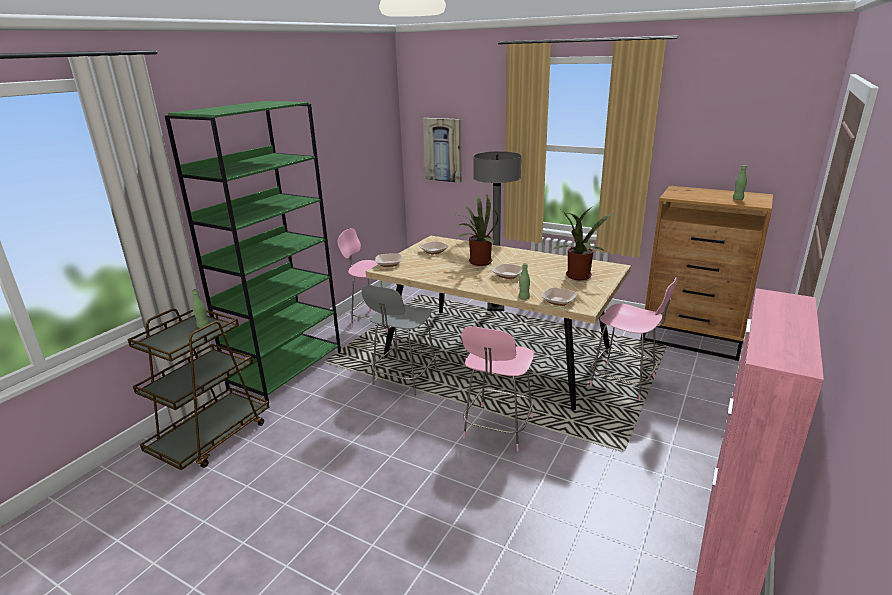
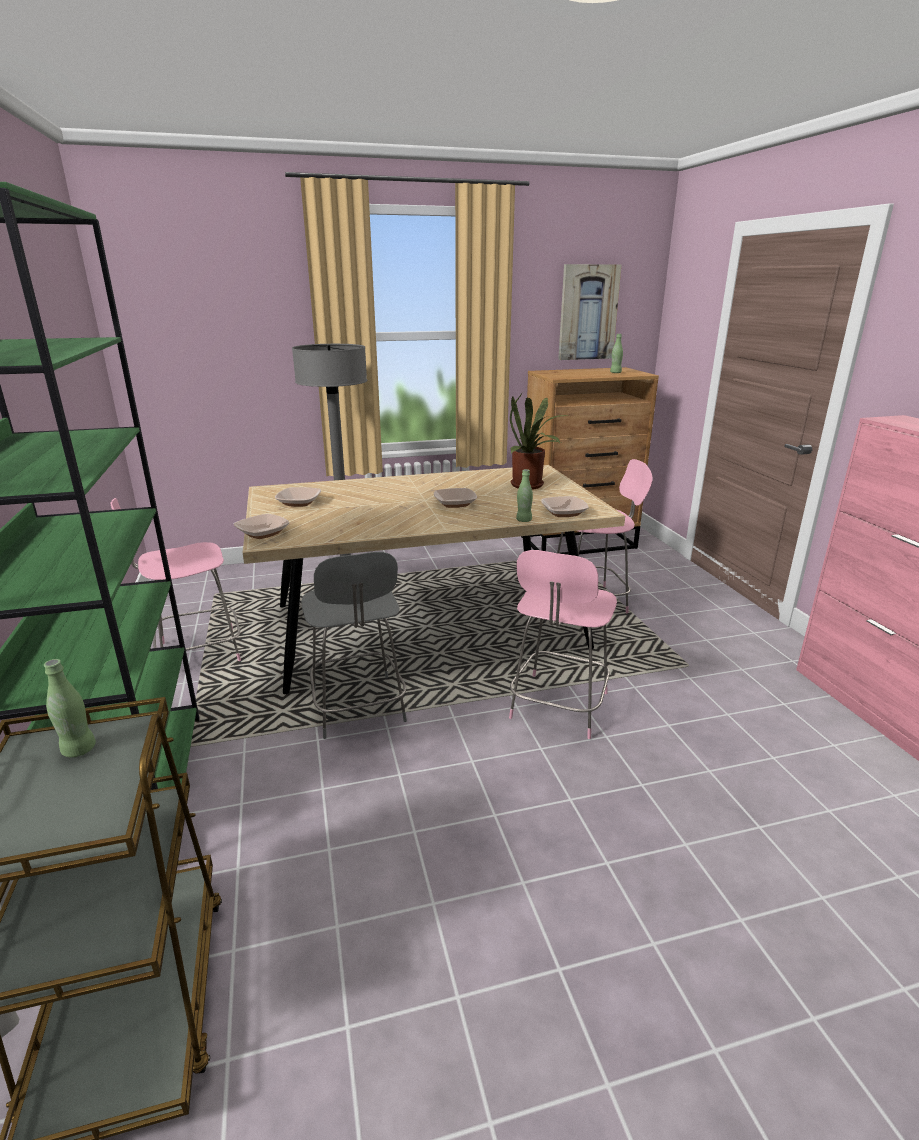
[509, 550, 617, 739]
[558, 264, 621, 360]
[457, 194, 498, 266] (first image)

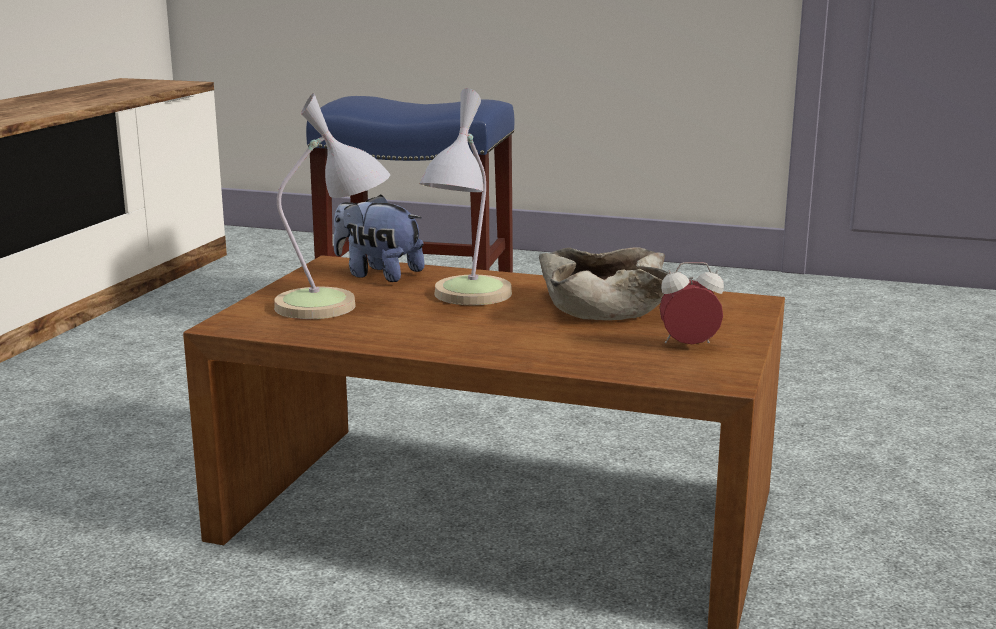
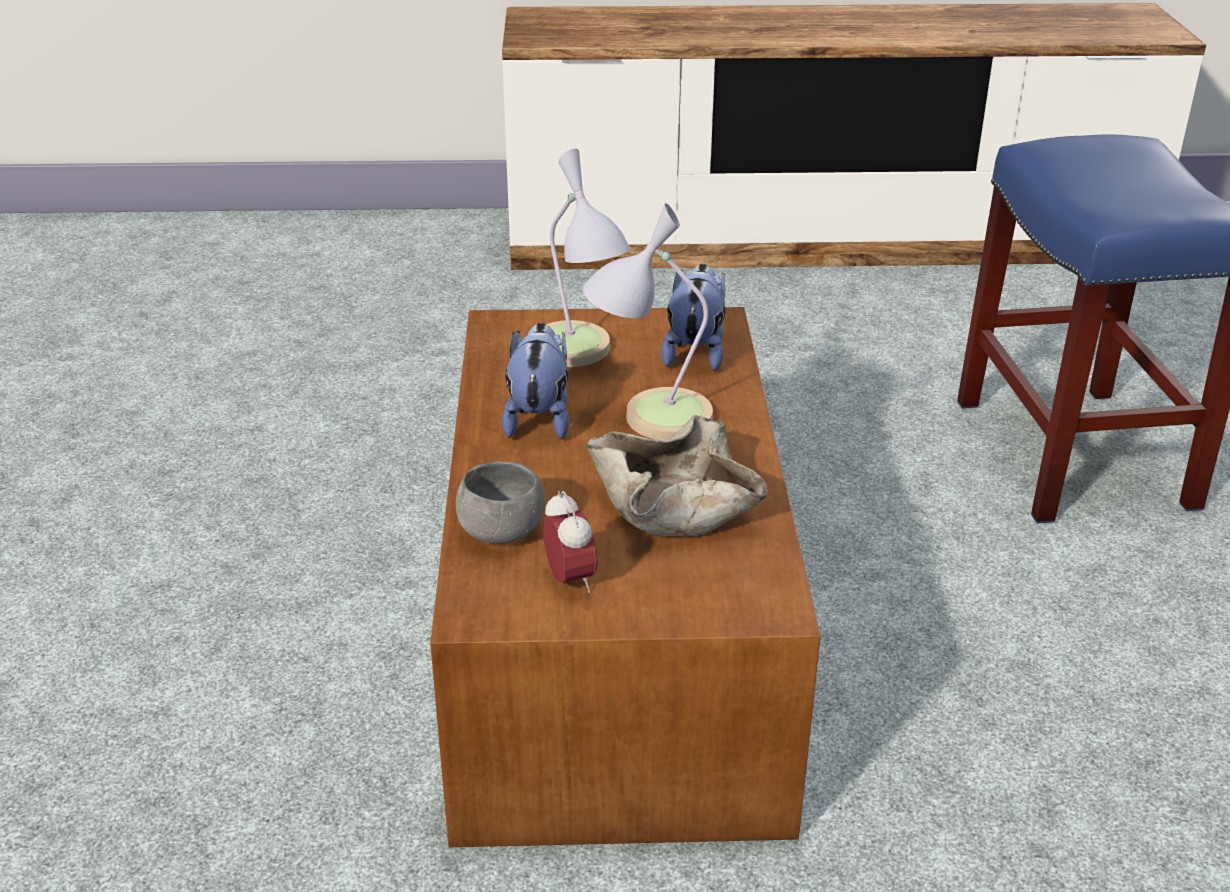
[456, 461, 545, 544]
[502, 323, 569, 439]

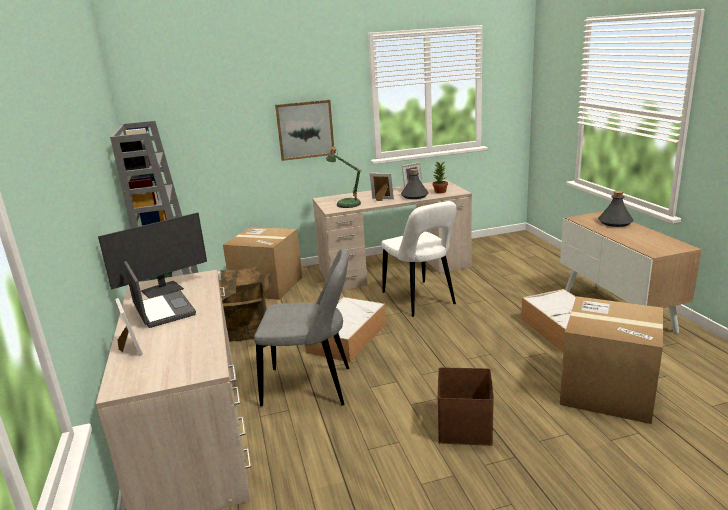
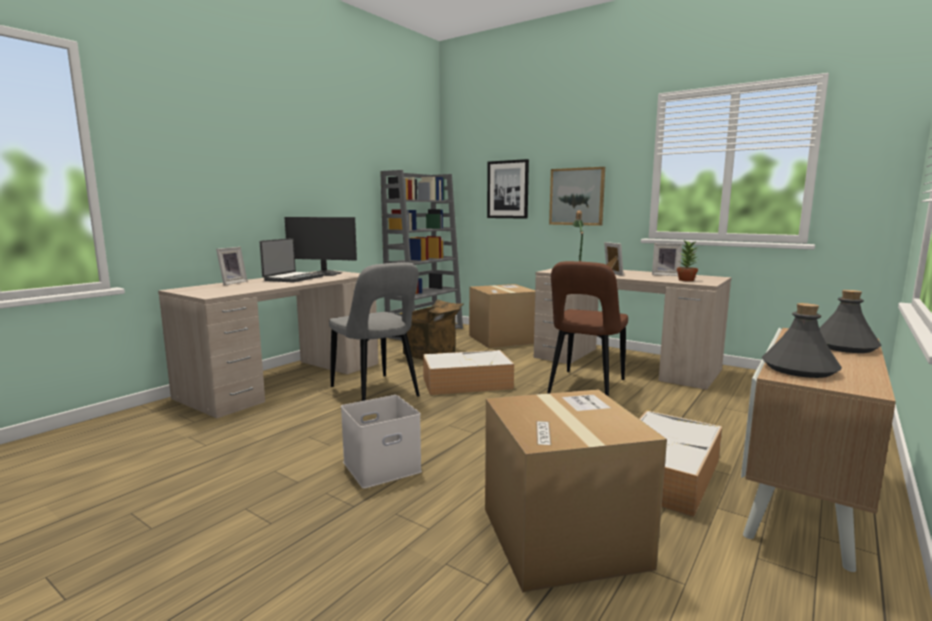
[341, 395, 422, 489]
[487, 159, 529, 219]
[547, 261, 628, 397]
[762, 303, 842, 378]

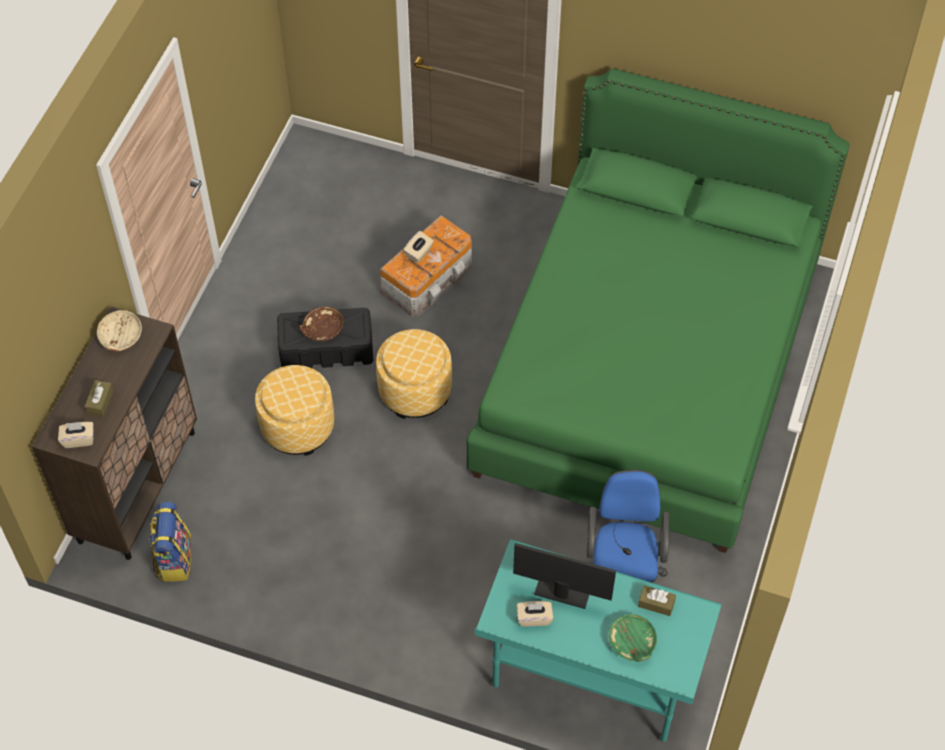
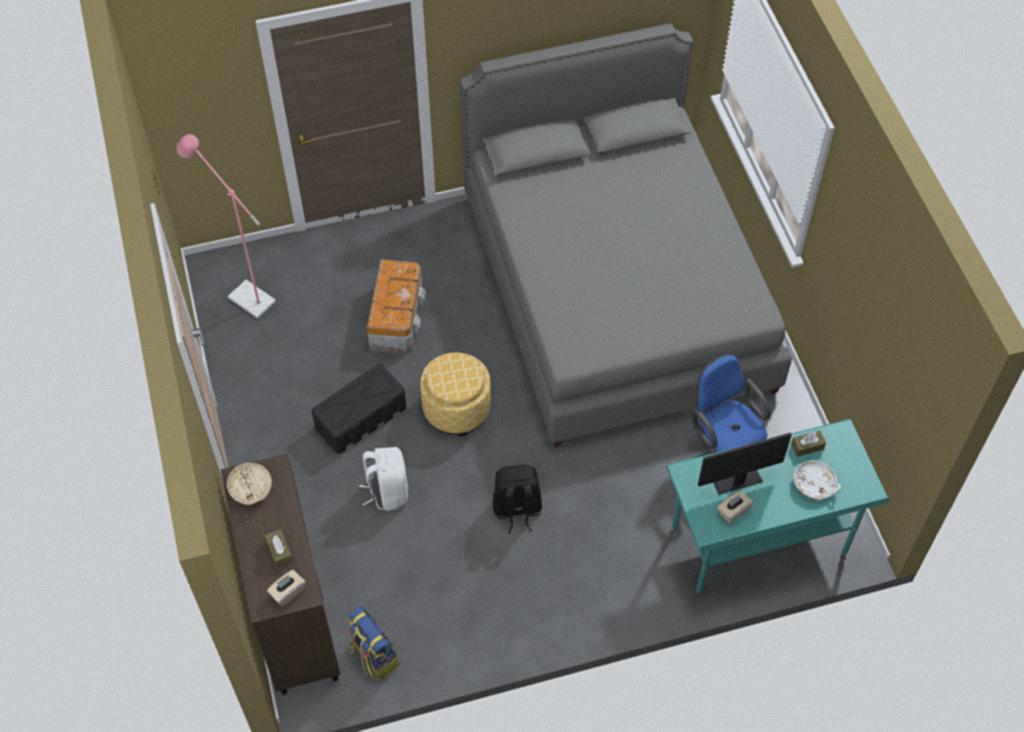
[176, 134, 276, 319]
[359, 447, 408, 511]
[460, 23, 792, 447]
[493, 465, 542, 534]
[794, 461, 841, 499]
[299, 306, 343, 341] (first image)
[403, 231, 434, 263] (first image)

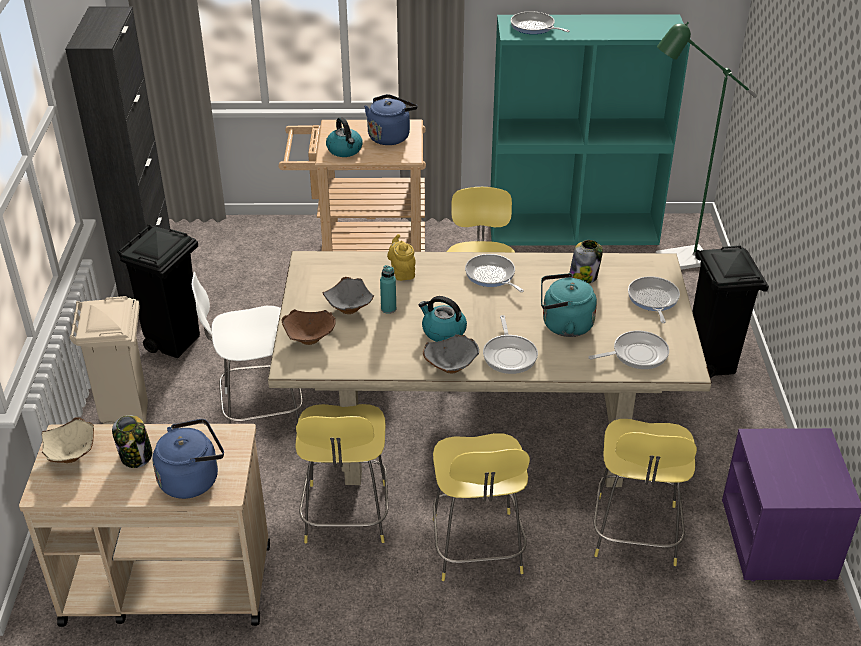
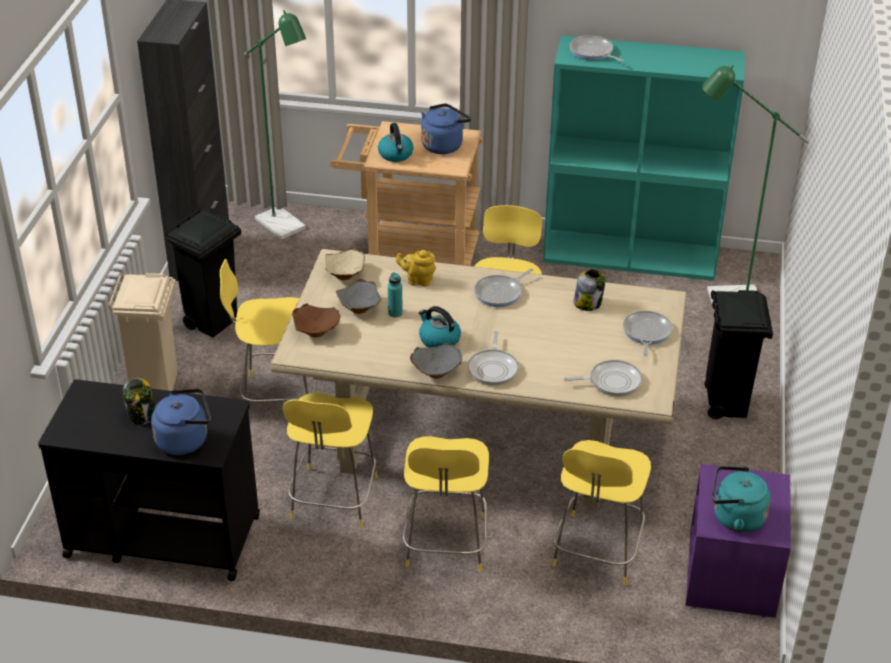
[38, 379, 260, 581]
[220, 259, 317, 402]
[244, 10, 306, 239]
[325, 247, 365, 280]
[396, 250, 436, 286]
[474, 268, 534, 307]
[712, 466, 771, 533]

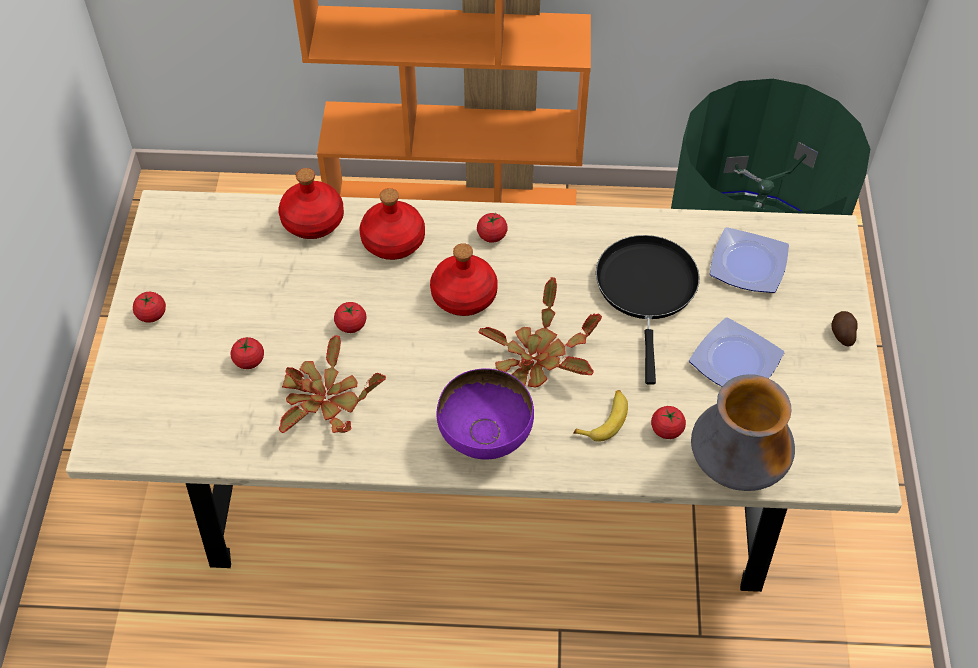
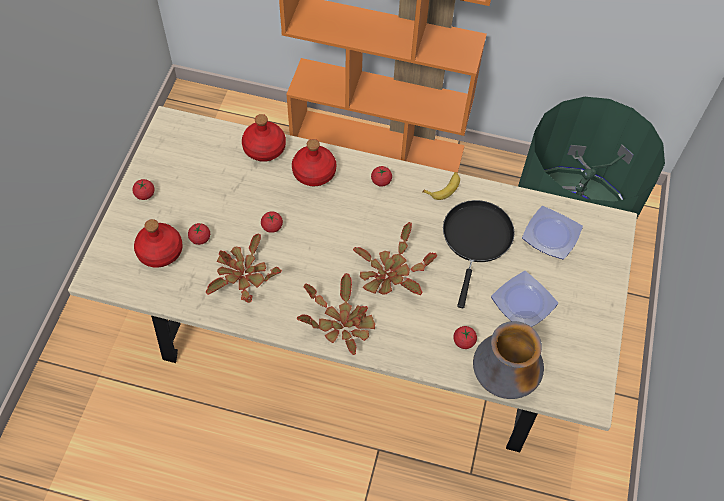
[134, 219, 183, 268]
[297, 273, 375, 355]
[422, 172, 460, 200]
[831, 311, 858, 347] (first image)

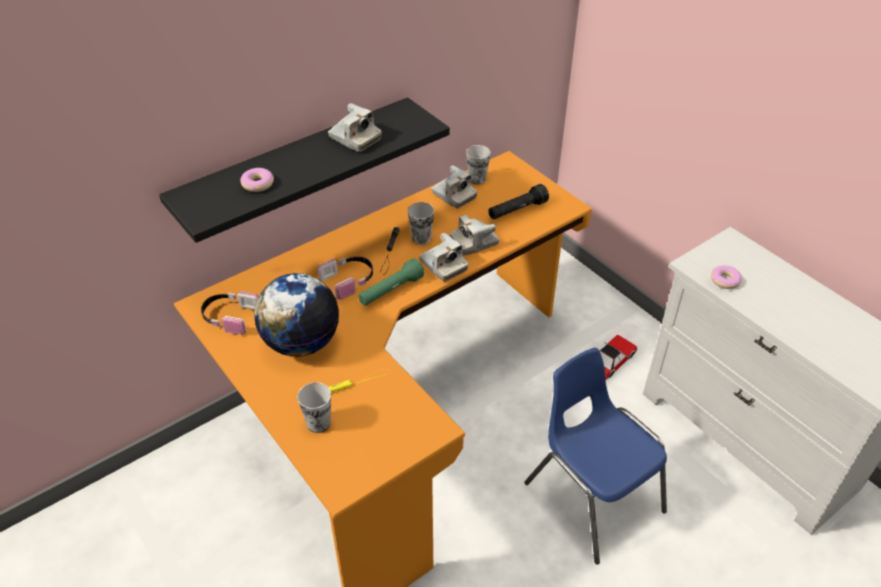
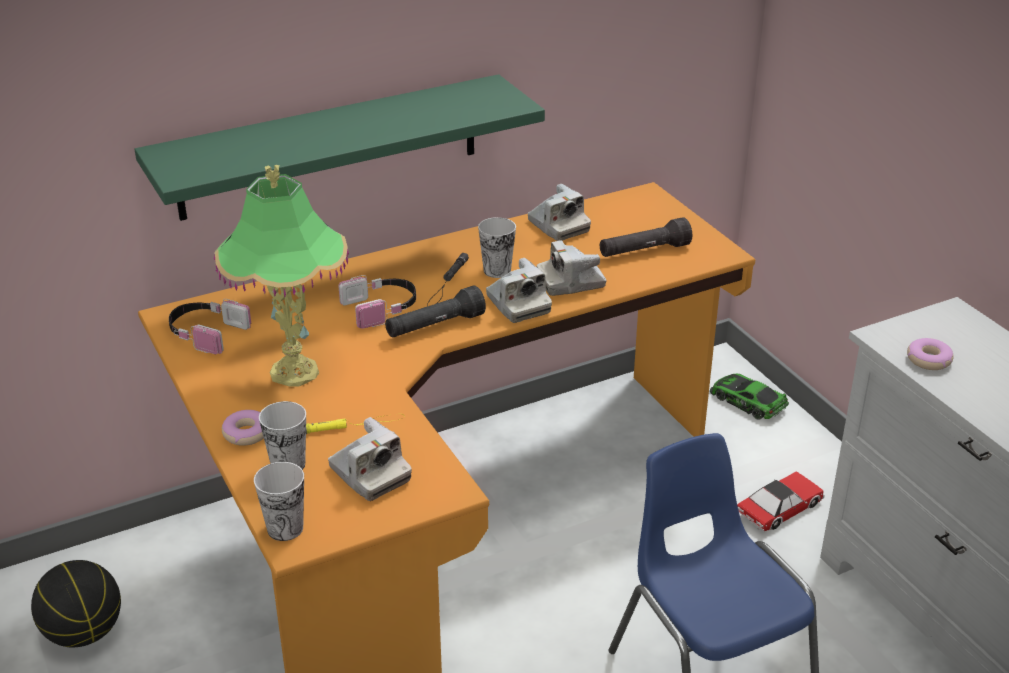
[31, 560, 121, 647]
[134, 74, 545, 221]
[214, 165, 349, 386]
[222, 410, 264, 446]
[254, 462, 304, 541]
[328, 417, 412, 501]
[385, 285, 486, 337]
[710, 374, 789, 420]

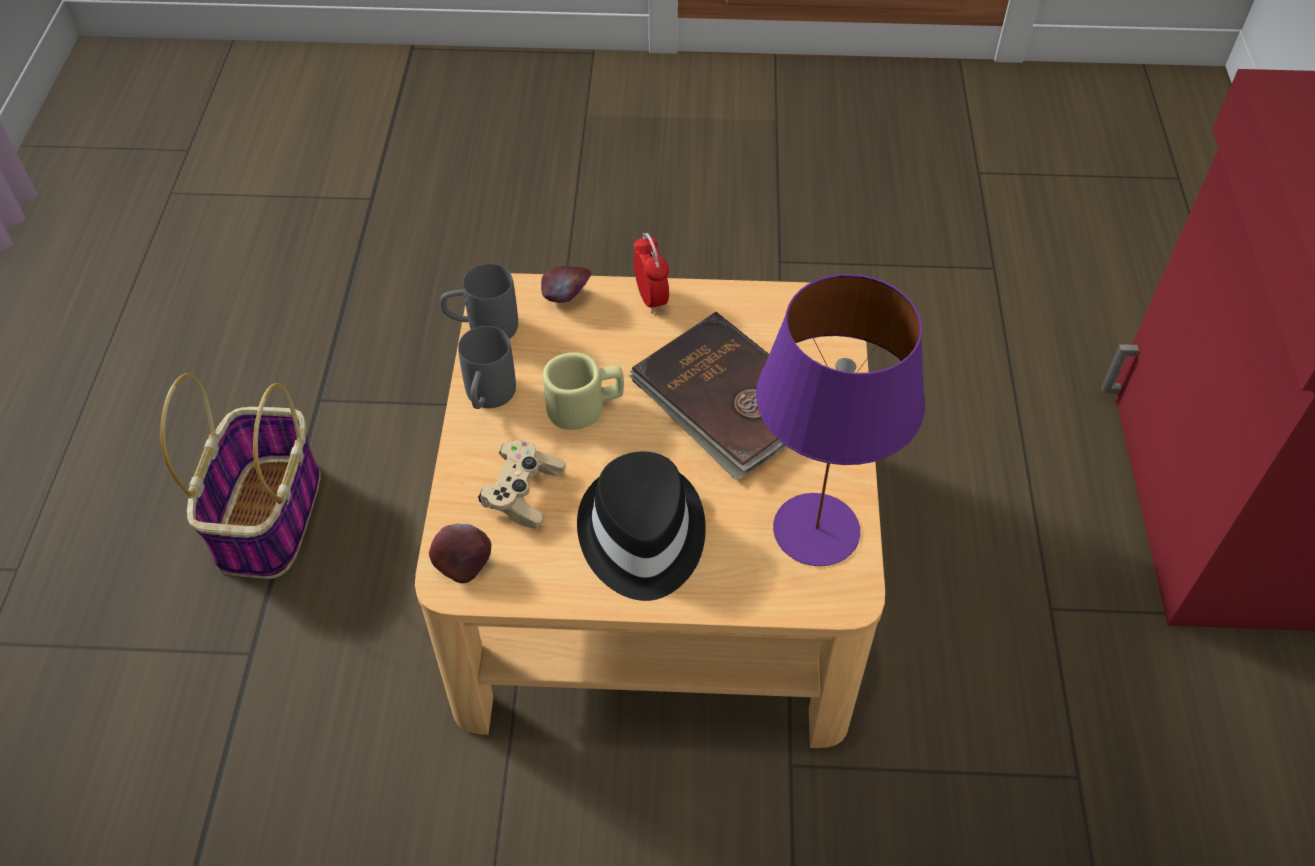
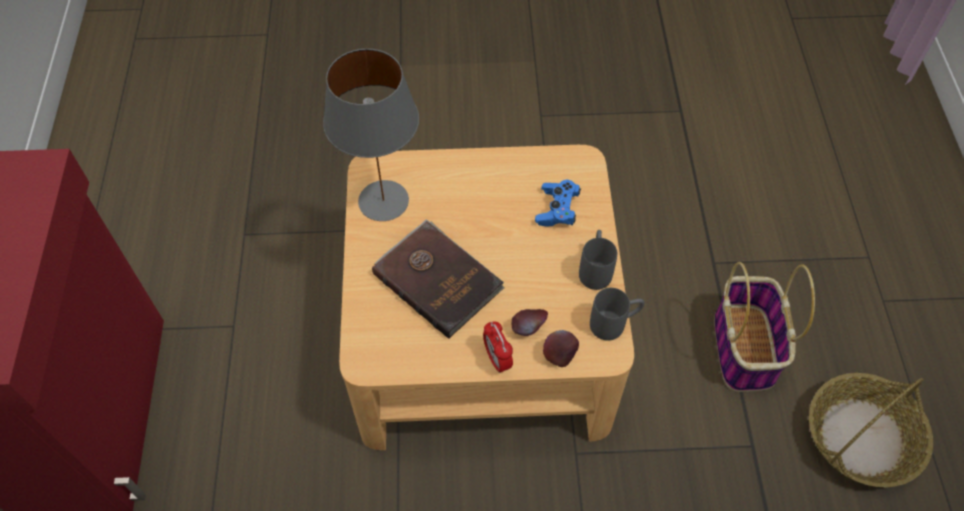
[323, 49, 419, 221]
[512, 309, 548, 336]
[535, 180, 581, 227]
[809, 373, 933, 487]
[543, 352, 624, 430] (first image)
[577, 452, 706, 601] (first image)

